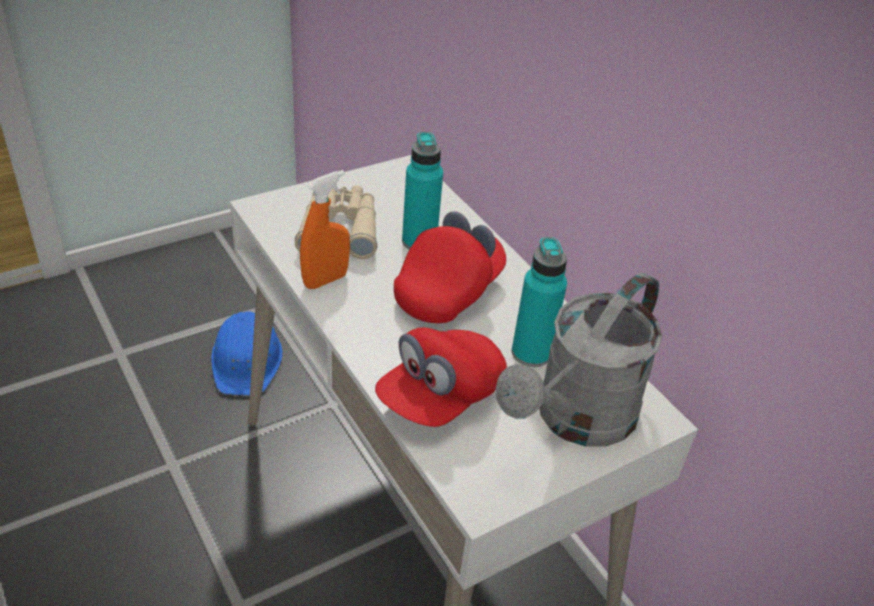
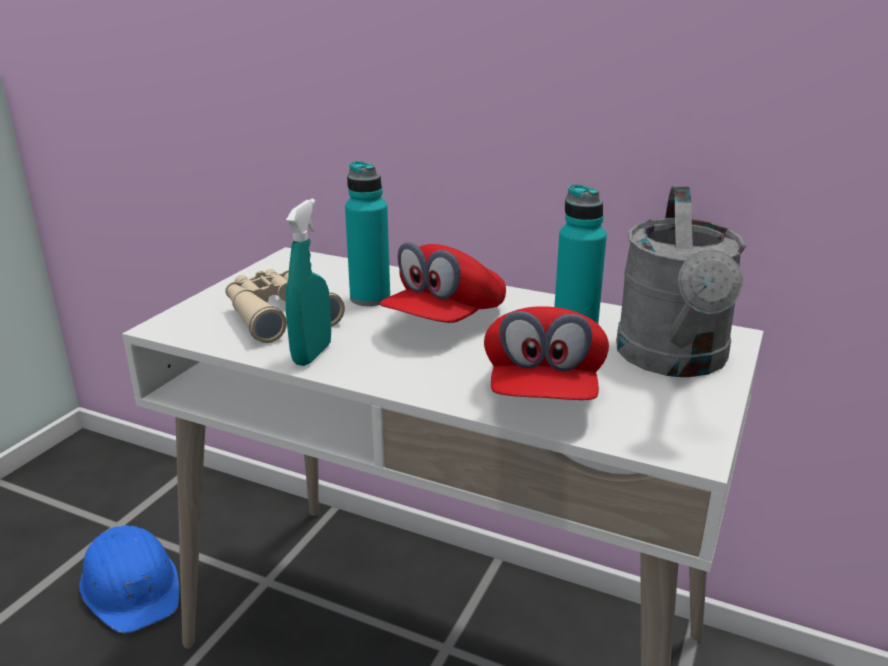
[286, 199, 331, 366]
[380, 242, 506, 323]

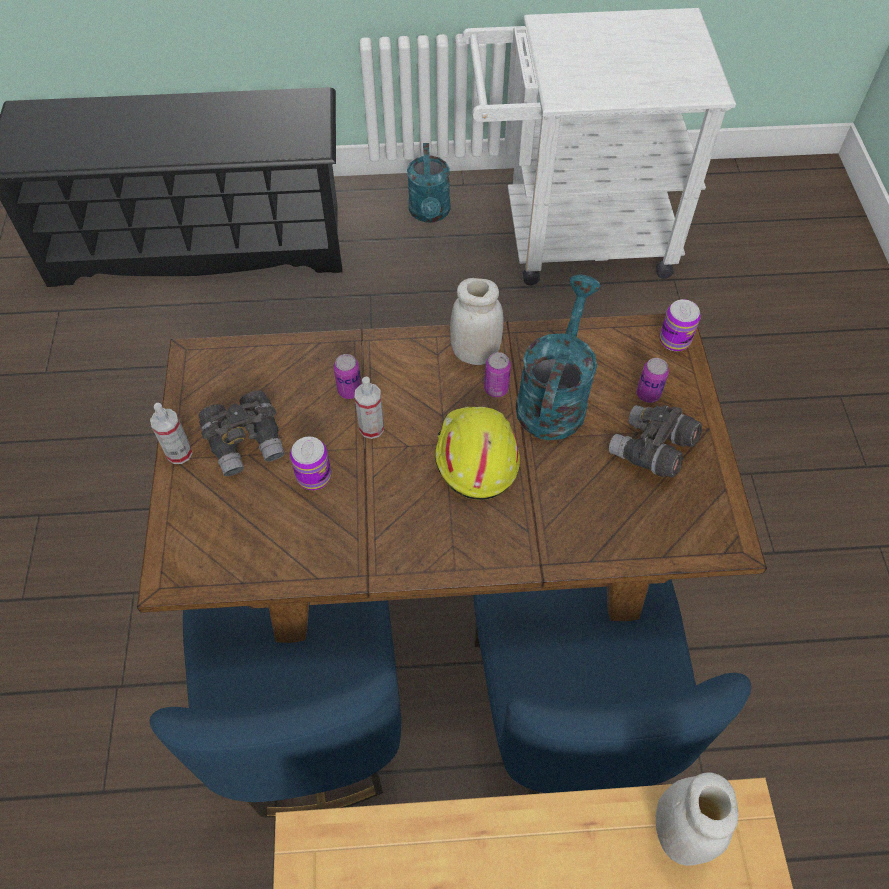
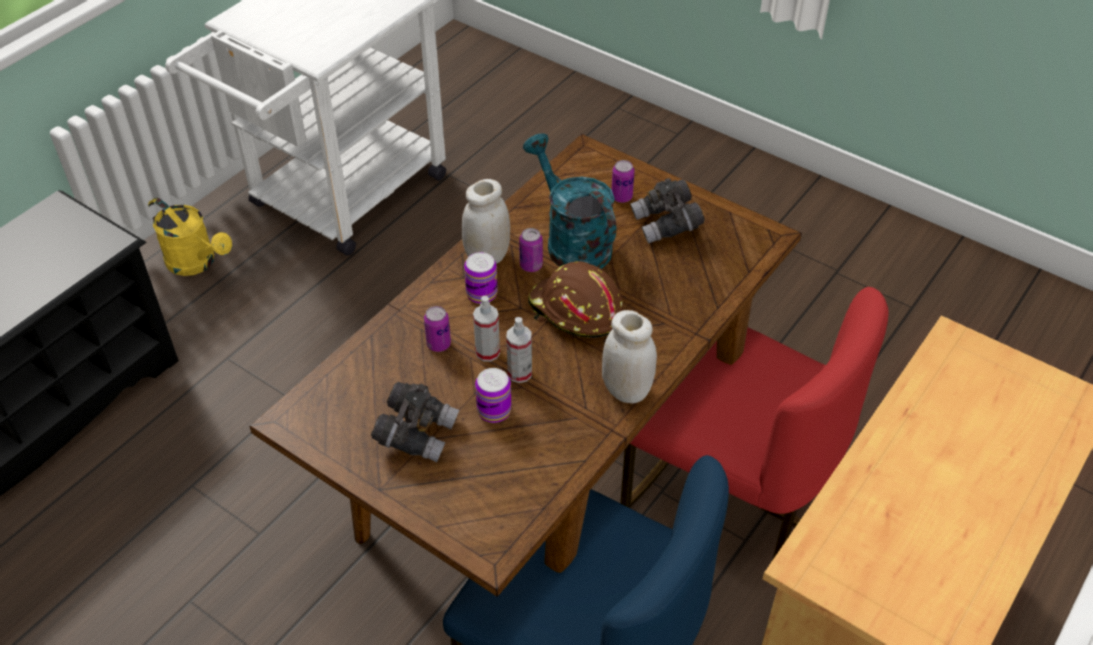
[148, 198, 232, 276]
[464, 252, 498, 304]
[506, 317, 532, 383]
[528, 261, 623, 338]
[602, 310, 657, 403]
[620, 287, 889, 560]

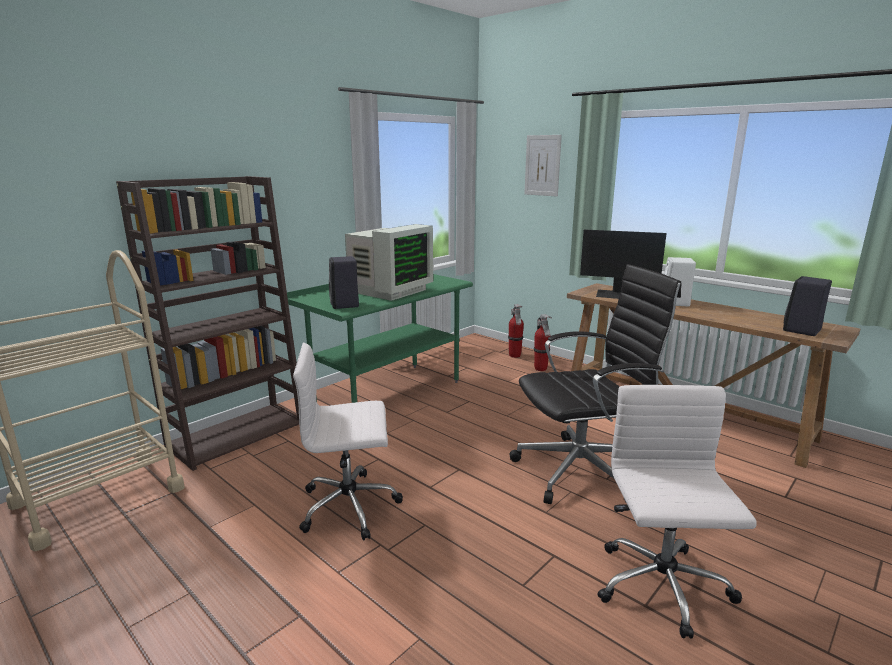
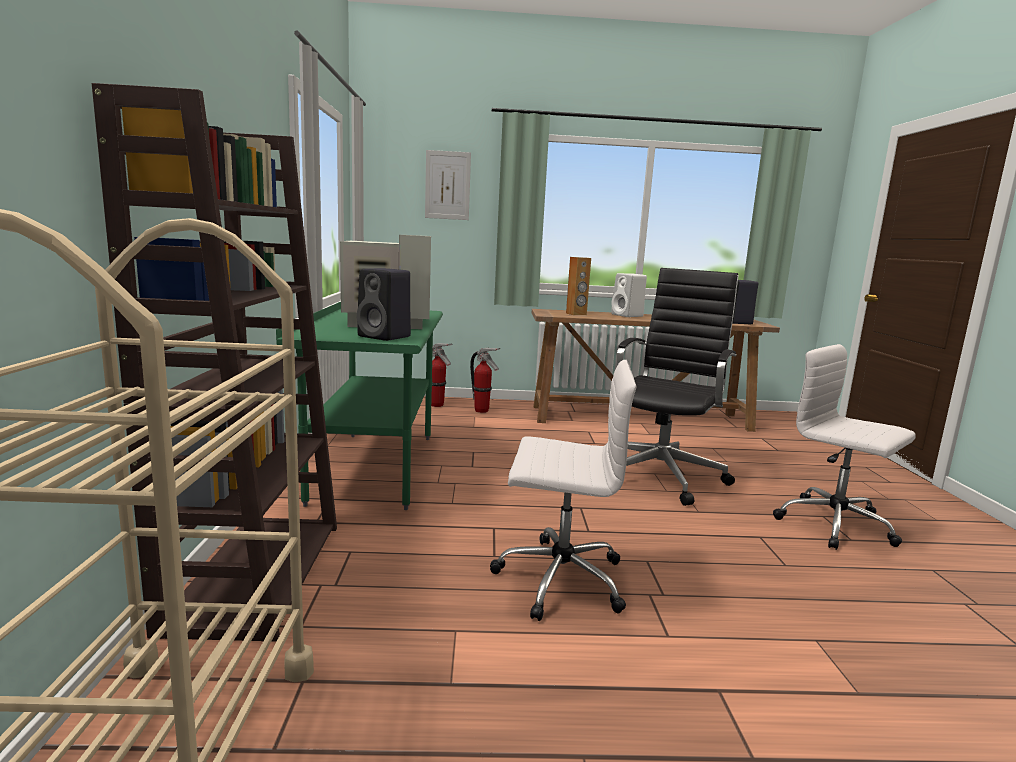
[490, 360, 636, 621]
[566, 257, 591, 315]

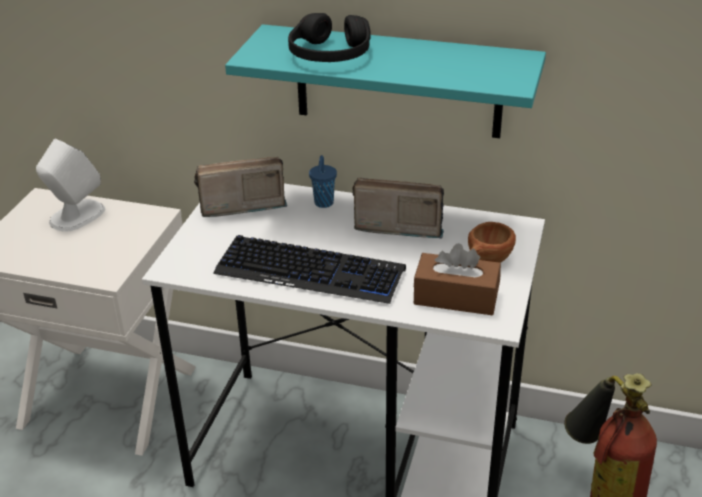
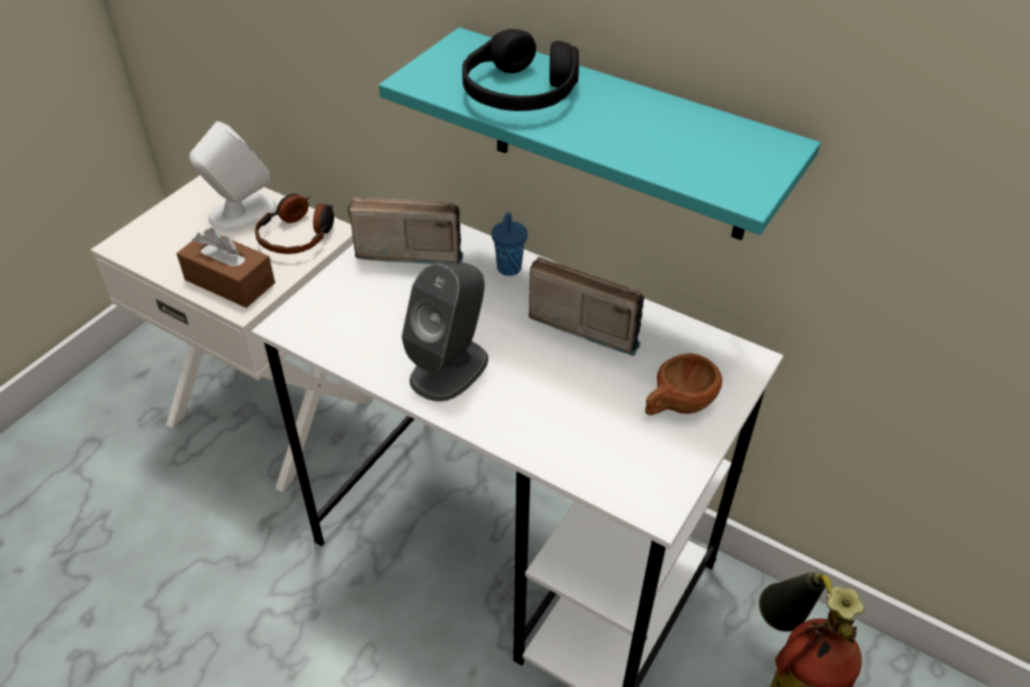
[177, 228, 275, 308]
[255, 194, 334, 254]
[402, 263, 488, 402]

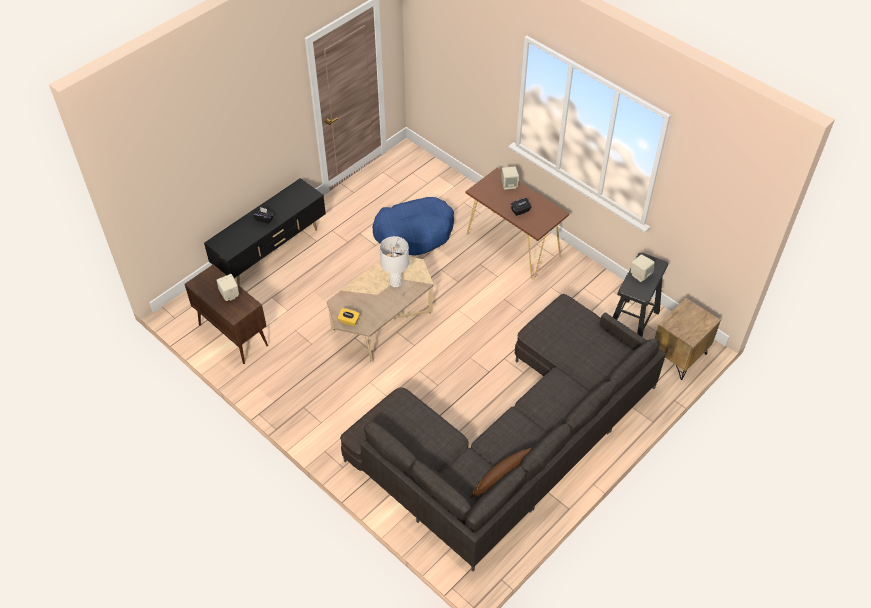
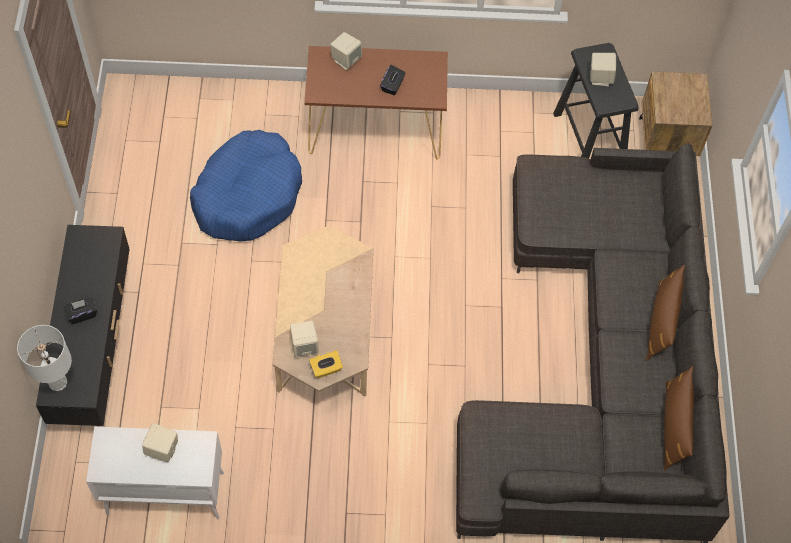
[17, 325, 72, 391]
[86, 427, 224, 519]
[290, 321, 319, 357]
[646, 265, 685, 361]

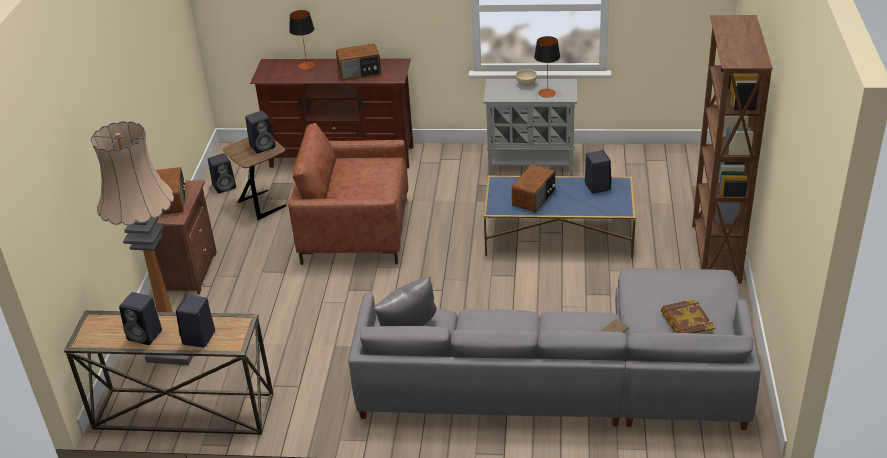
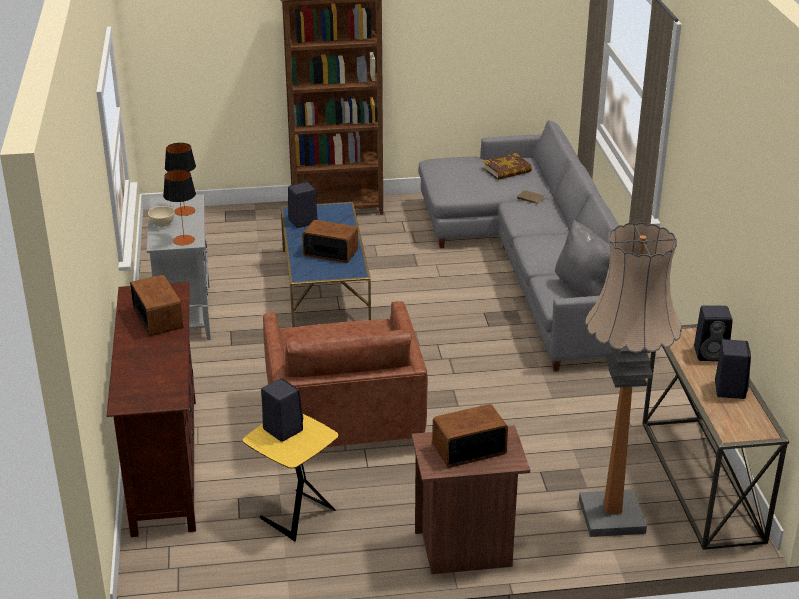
[163, 170, 196, 245]
[243, 414, 339, 542]
[208, 153, 236, 193] (first image)

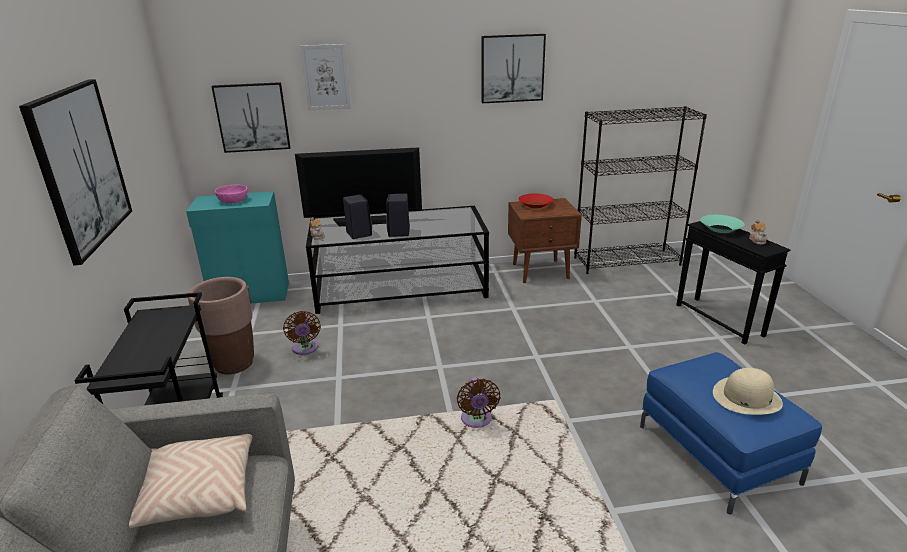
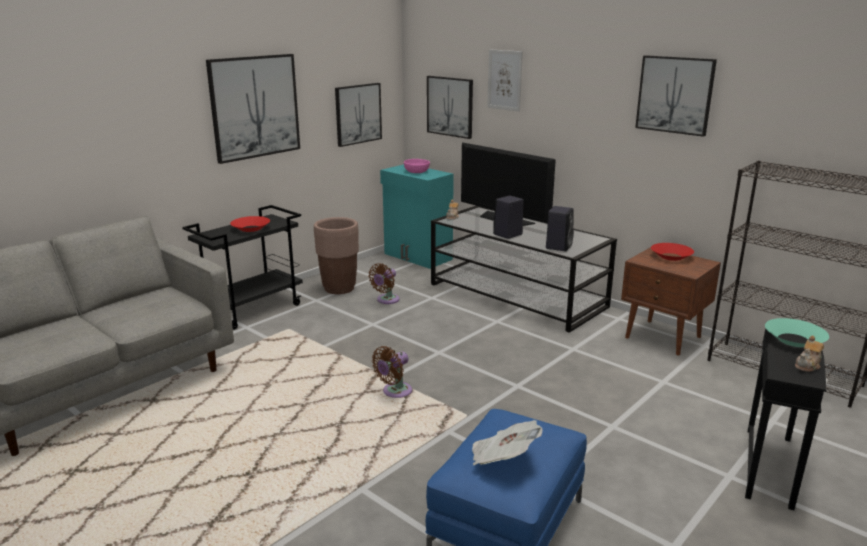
[230, 216, 270, 232]
[335, 83, 382, 147]
[472, 420, 543, 465]
[546, 206, 574, 251]
[129, 434, 253, 529] (first image)

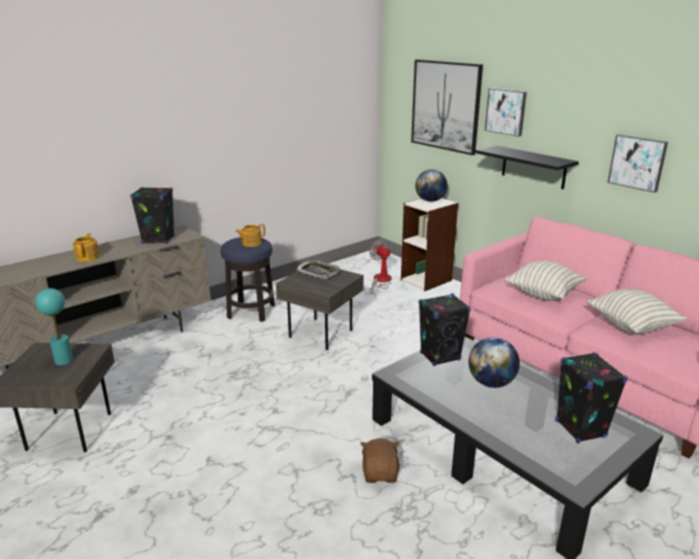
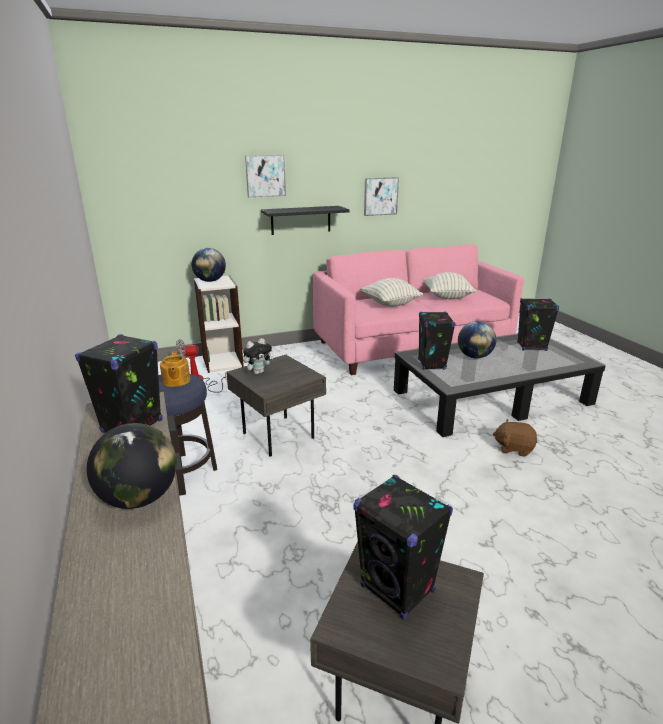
[87, 423, 177, 509]
[243, 338, 273, 375]
[353, 475, 453, 620]
[411, 59, 483, 155] (first image)

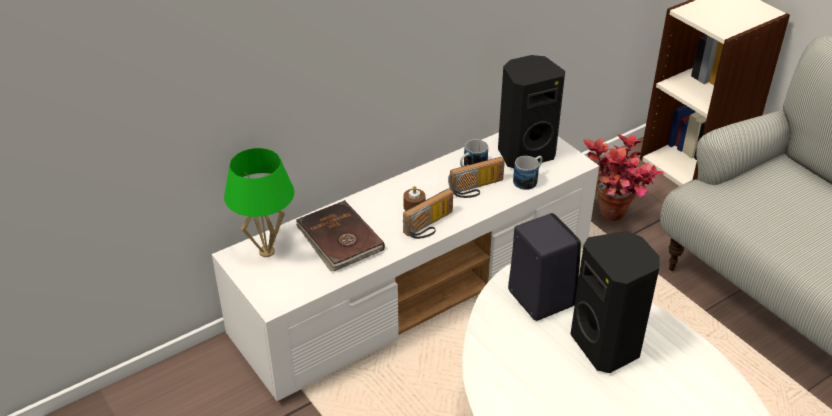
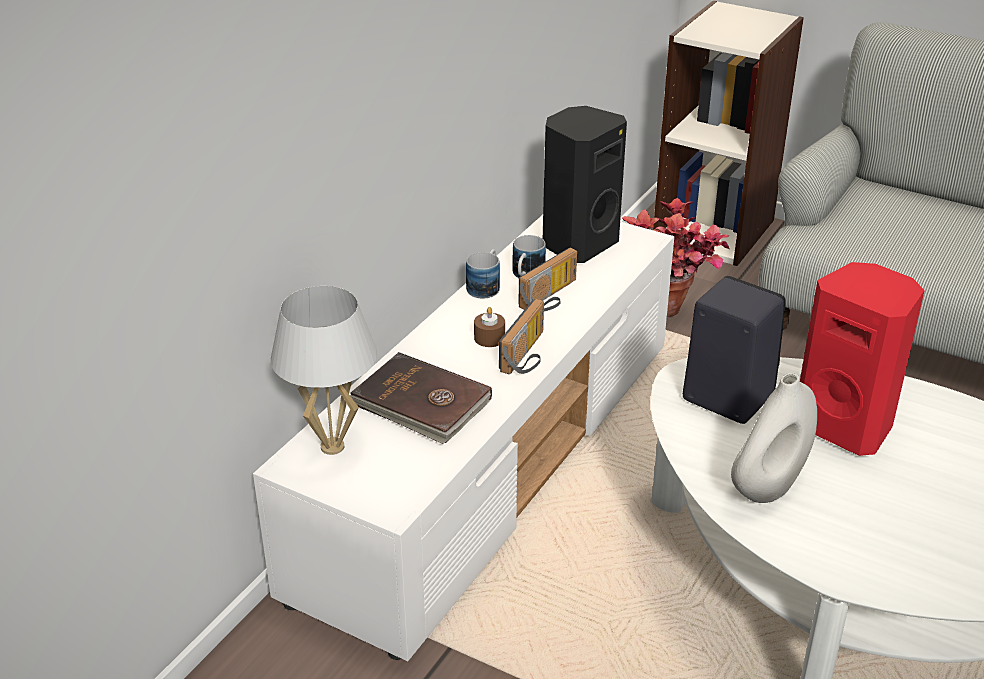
[271, 286, 377, 455]
[466, 249, 500, 299]
[731, 373, 817, 503]
[800, 262, 925, 456]

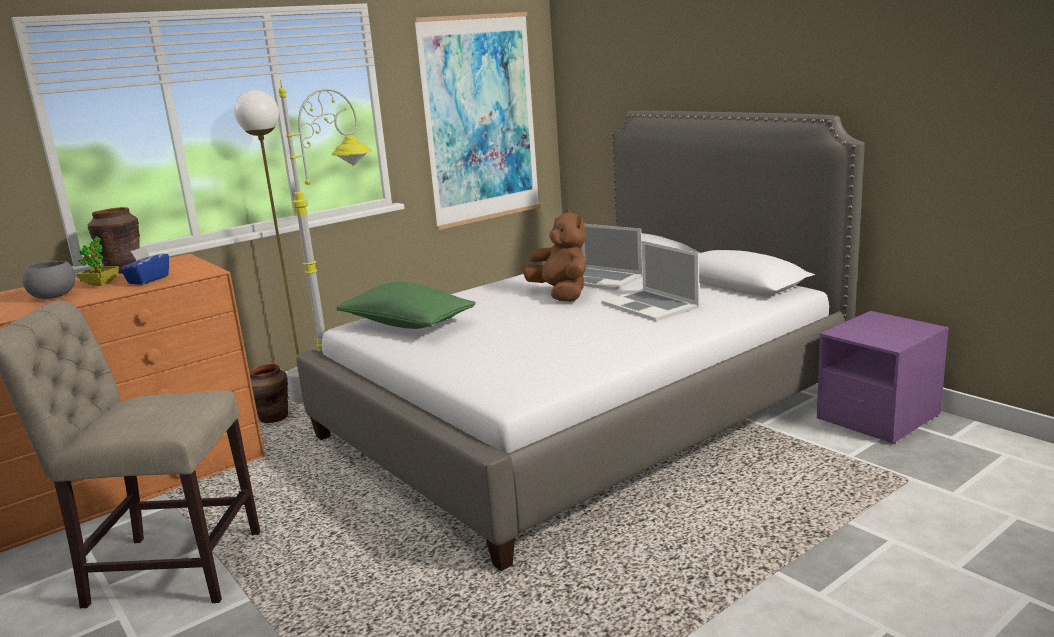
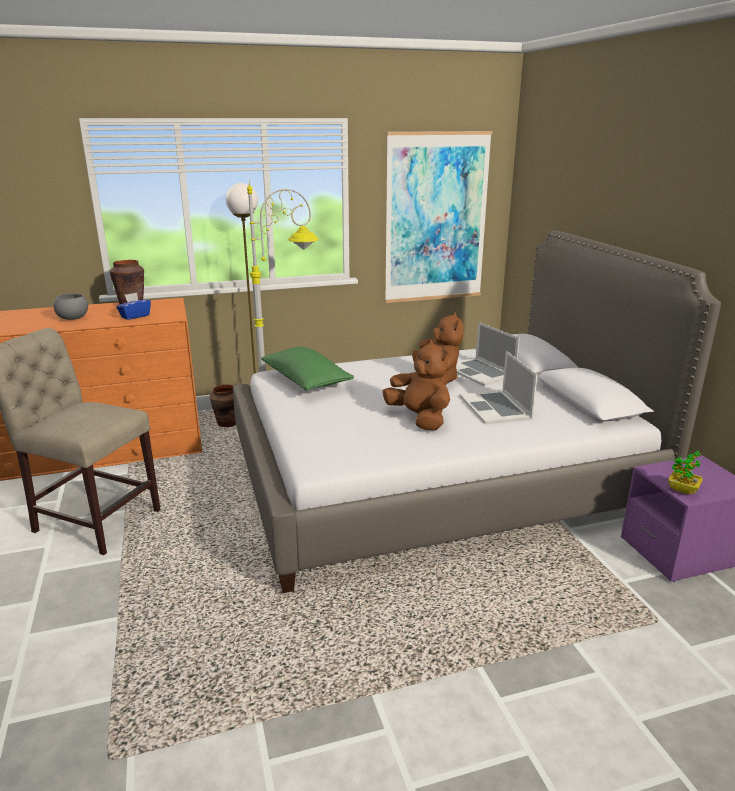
[383, 340, 450, 430]
[668, 451, 703, 494]

